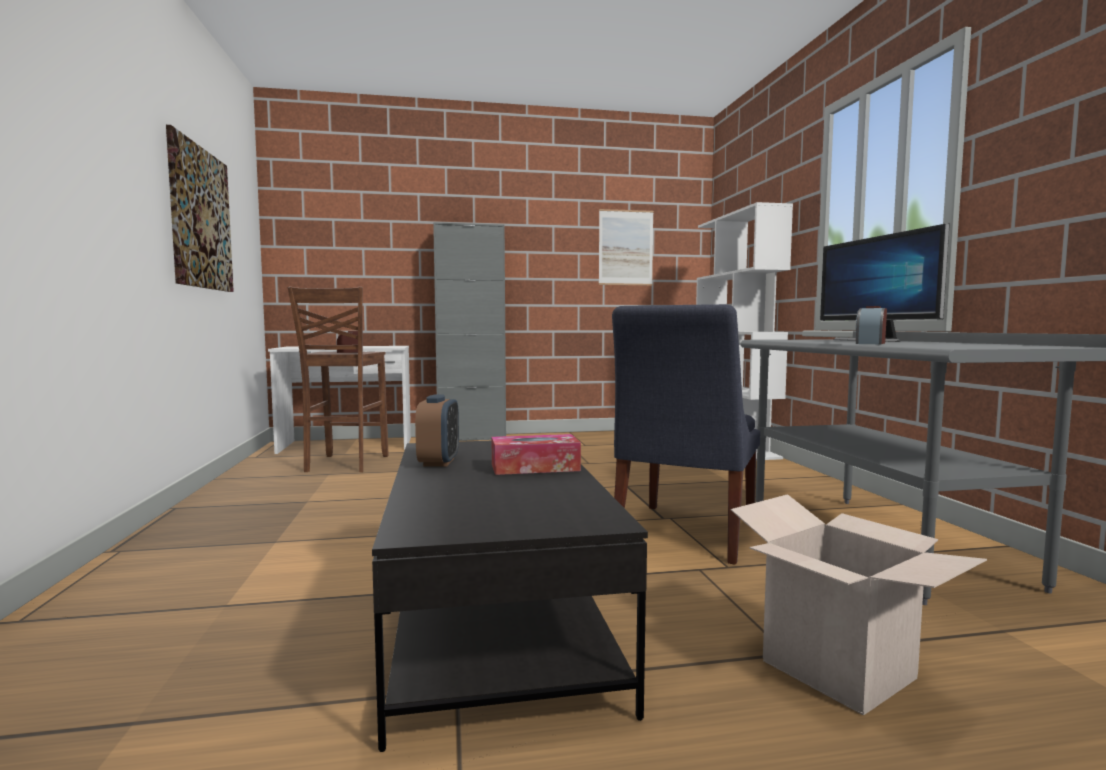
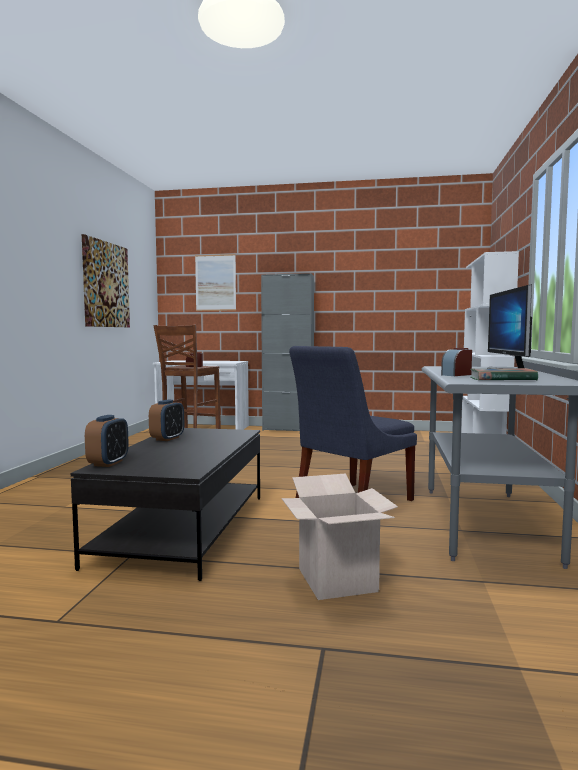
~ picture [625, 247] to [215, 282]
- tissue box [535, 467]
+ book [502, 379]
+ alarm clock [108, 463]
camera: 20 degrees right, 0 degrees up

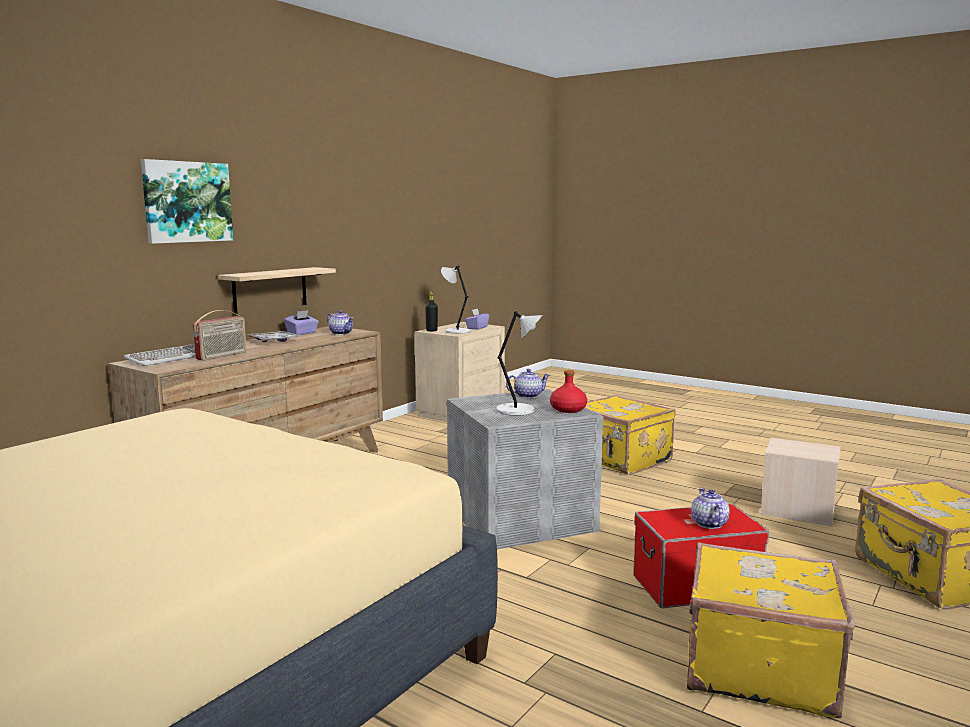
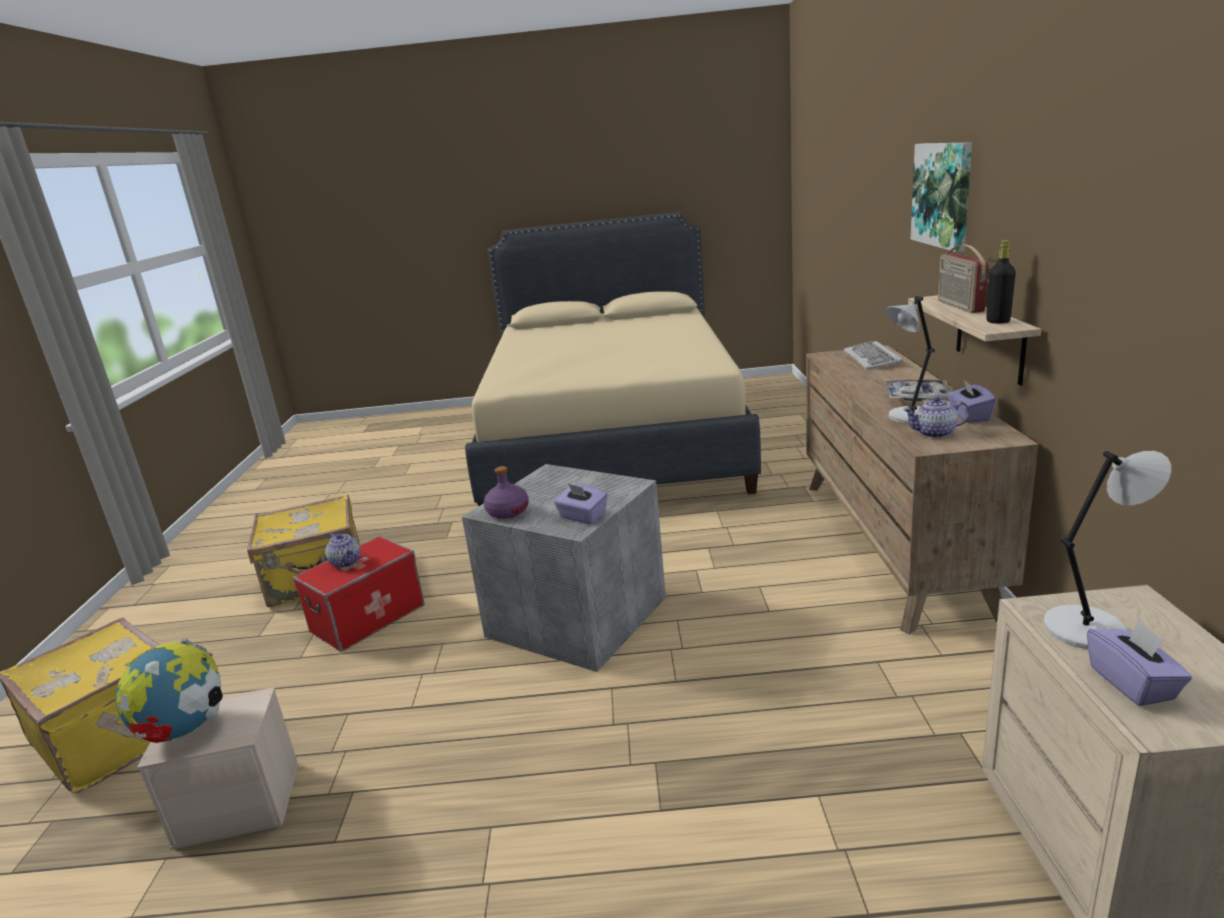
~ black bottle [431, 331] to [998, 321]
~ radio [222, 356] to [959, 306]
~ grey table lamp [517, 410] to [910, 417]
~ teapot [528, 395] to purple tissue box [582, 517]
~ red bottle [568, 409] to purple bottle [507, 512]
- yellow suitcase [620, 459]
+ globe [185, 730]
camera: 145 degrees right, 10 degrees up

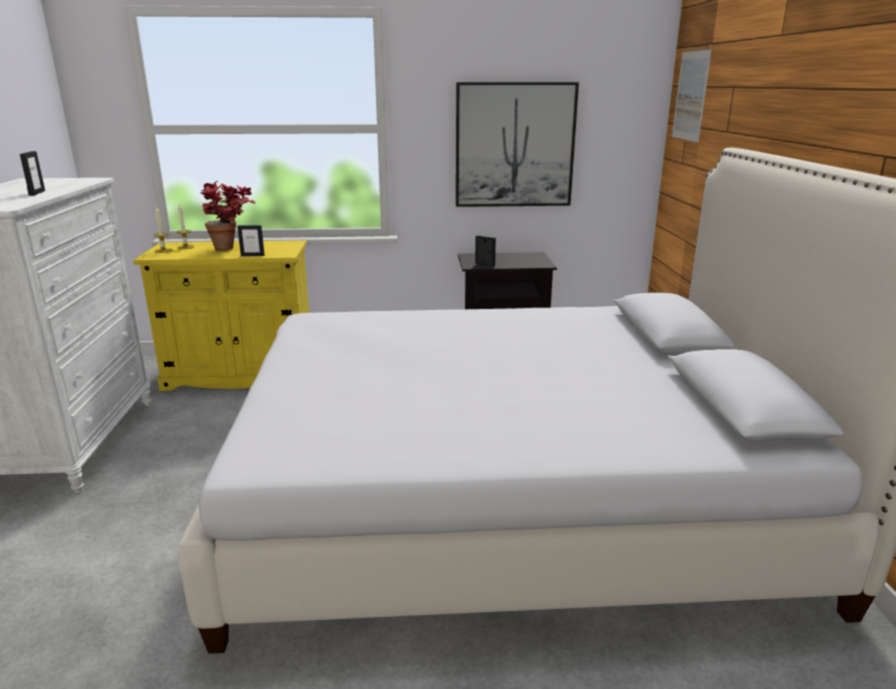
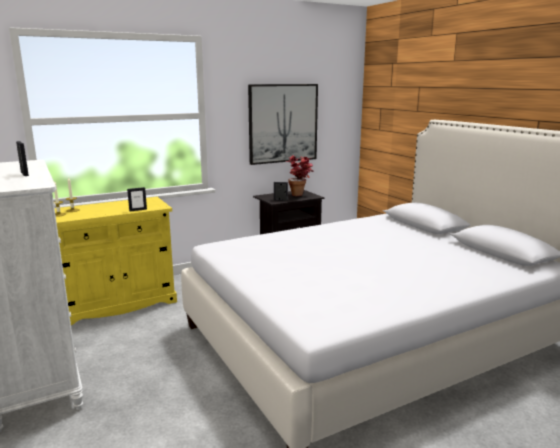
- picture [691, 96]
~ potted plant [231, 248] to [300, 194]
camera: 25 degrees left, 5 degrees down

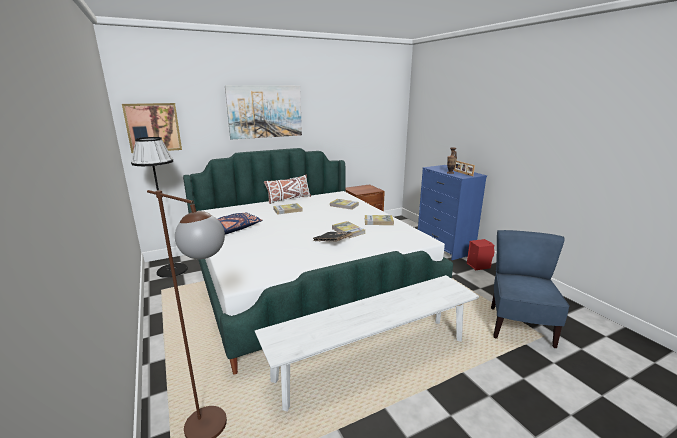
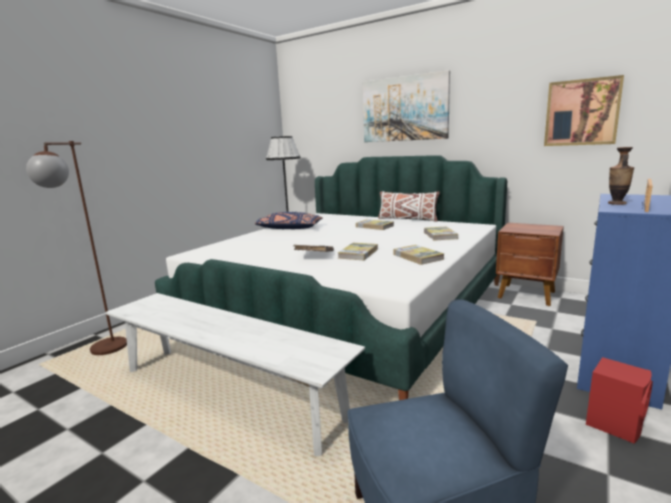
~ picture [153, 127] to [581, 112]
camera: 60 degrees right, 5 degrees down

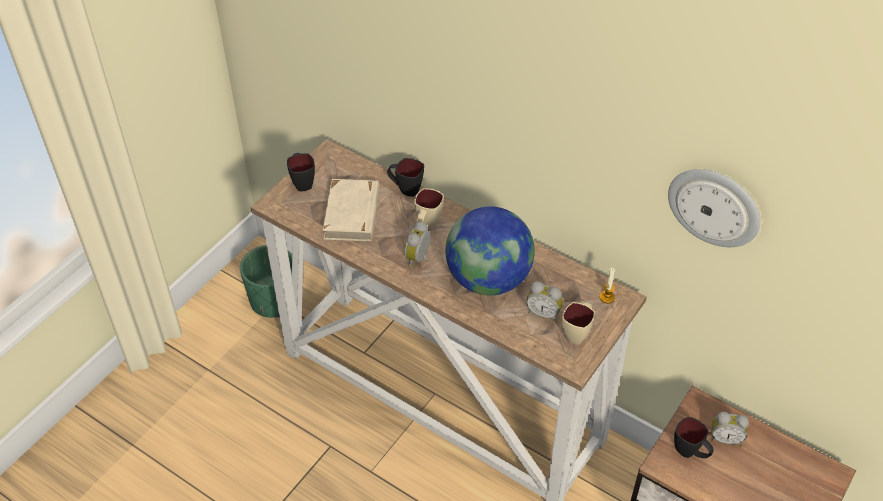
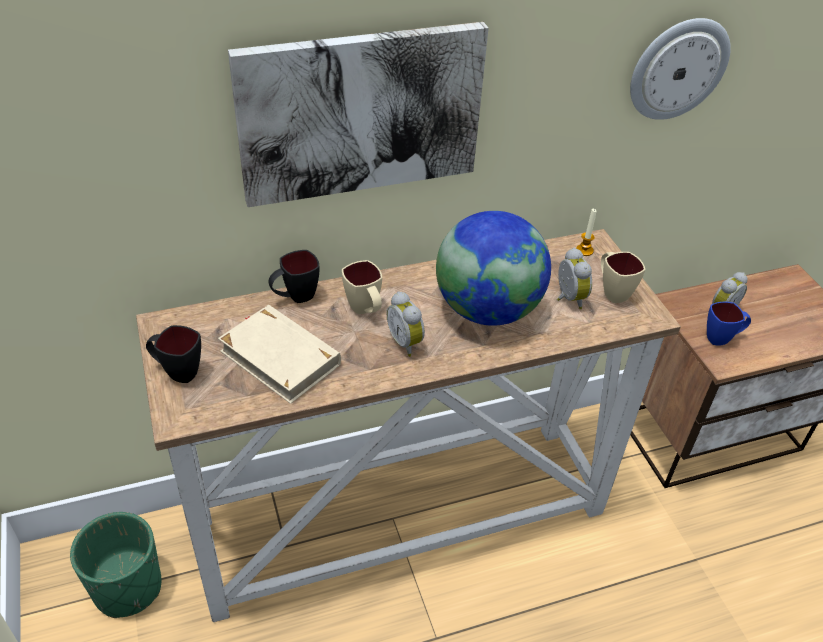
~ alarm clock [543, 313] = [567, 298] 75 degrees counterclockwise
~ black mug [690, 453] to blue mug [722, 338]
+ picture [360, 113]
camera: 55 degrees left, 5 degrees down

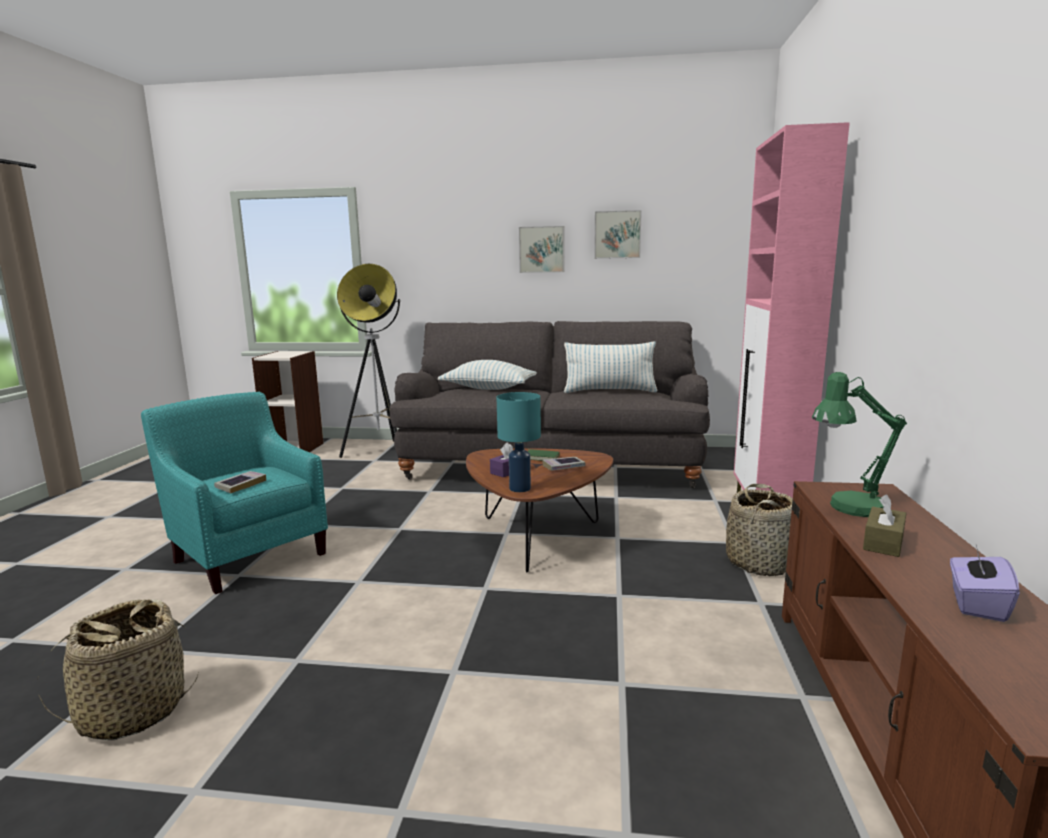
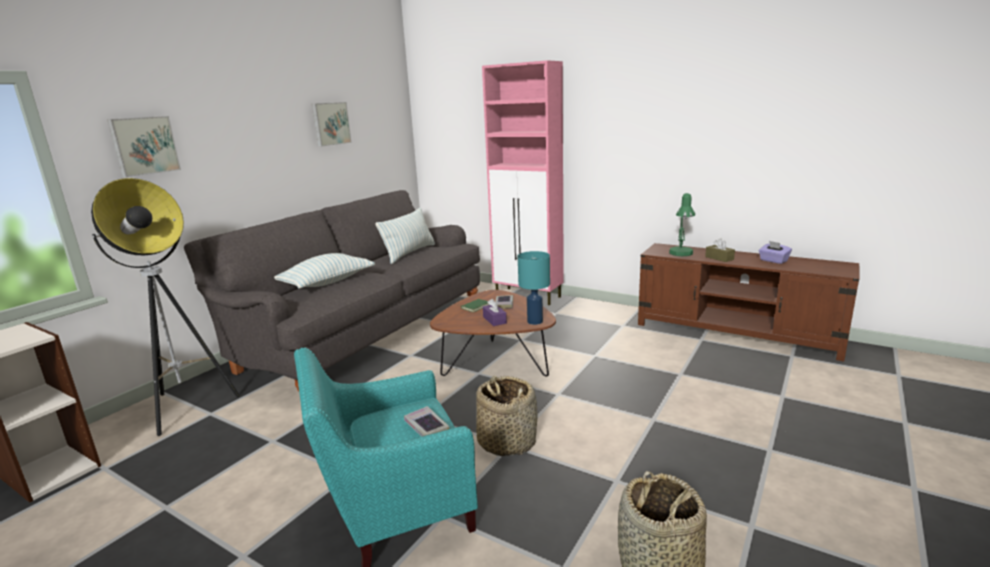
~ picture [541, 249] to [144, 145]
~ basket [759, 563] to [506, 441]
camera: 65 degrees left, 5 degrees up

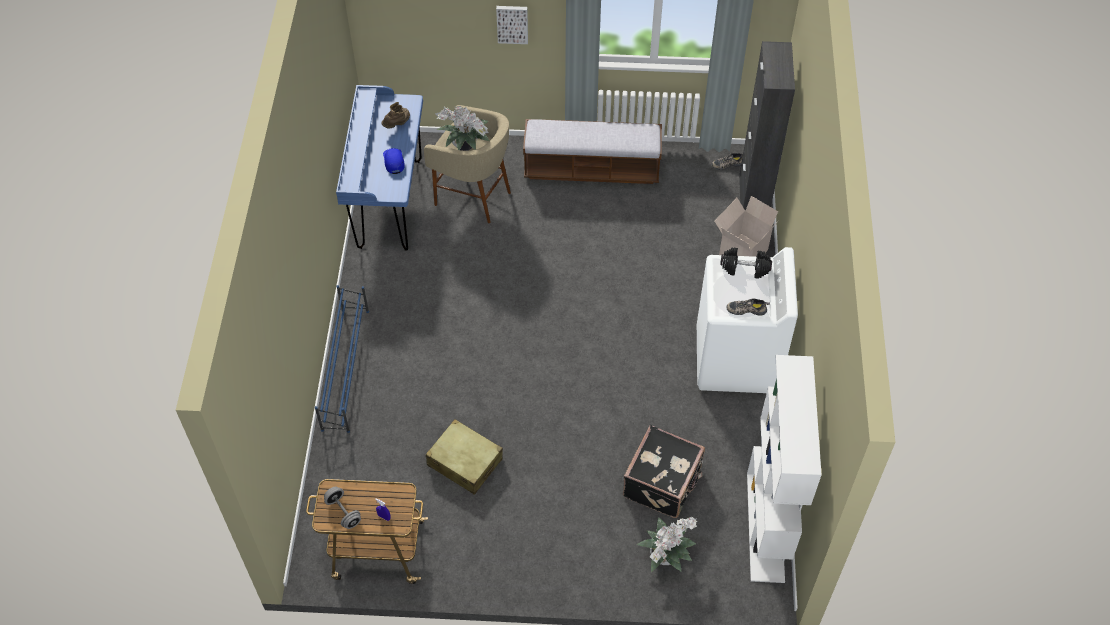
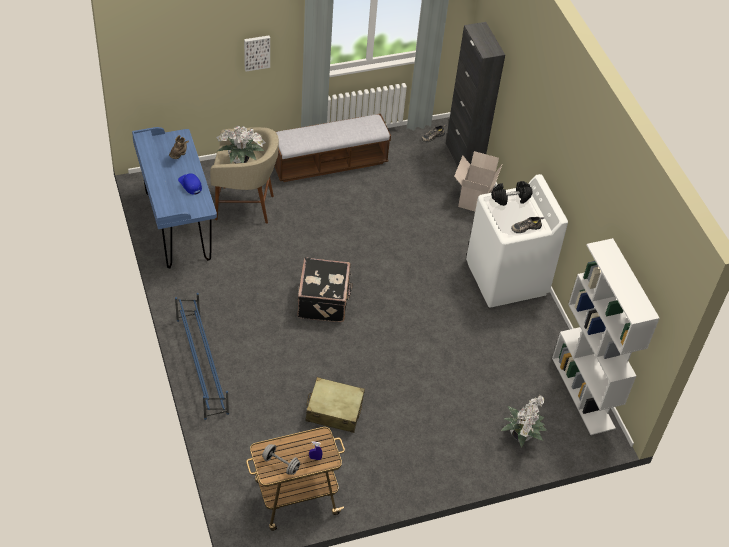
~ black suitcase [663, 483] to [324, 301]
camera: 25 degrees left, 5 degrees down

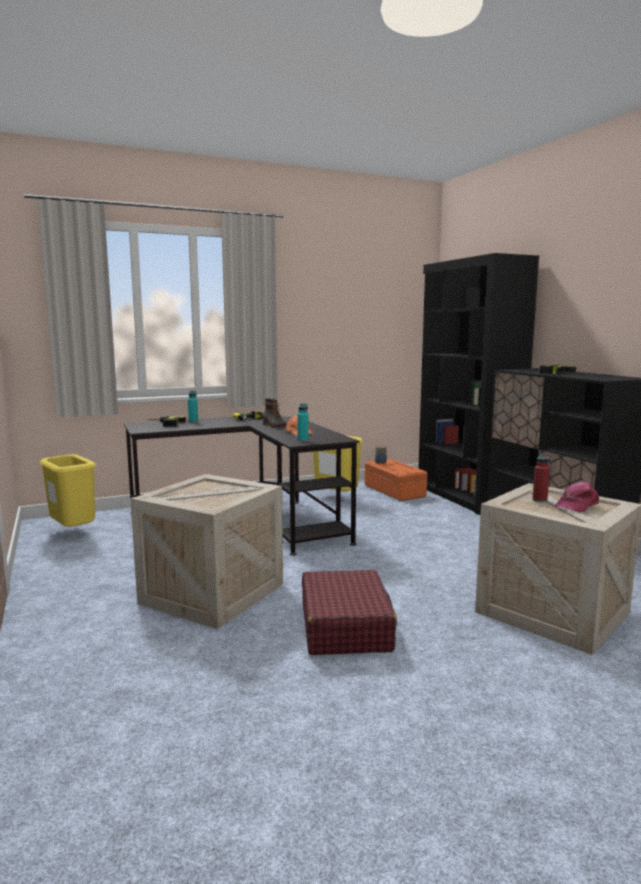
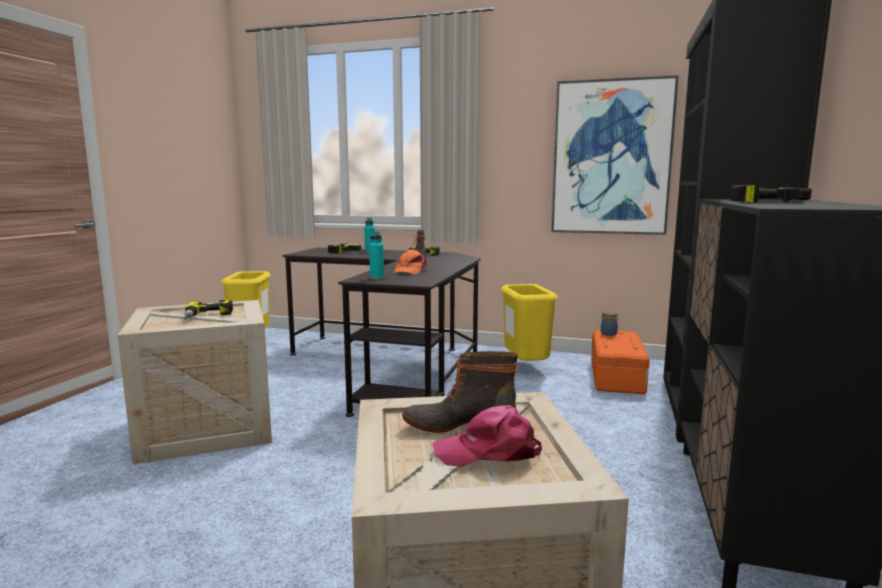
~ red bottle [539, 500] to boot [459, 423]
- red suitcase [345, 626]
+ picture [611, 158]
+ power drill [207, 316]
camera: 40 degrees right, 0 degrees up

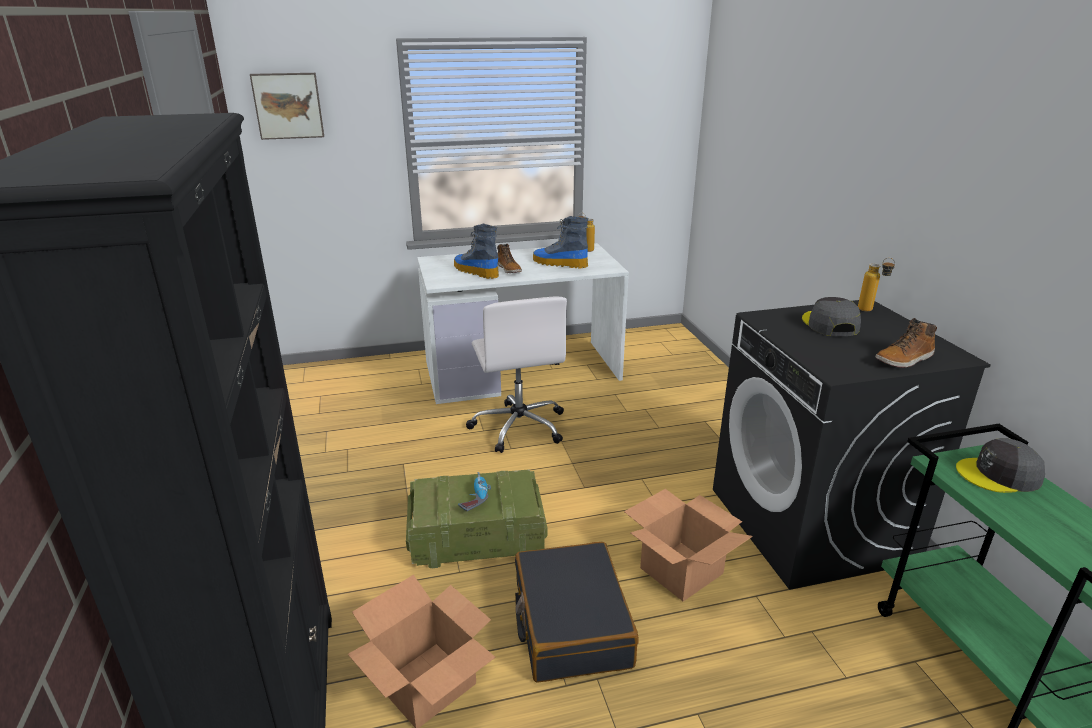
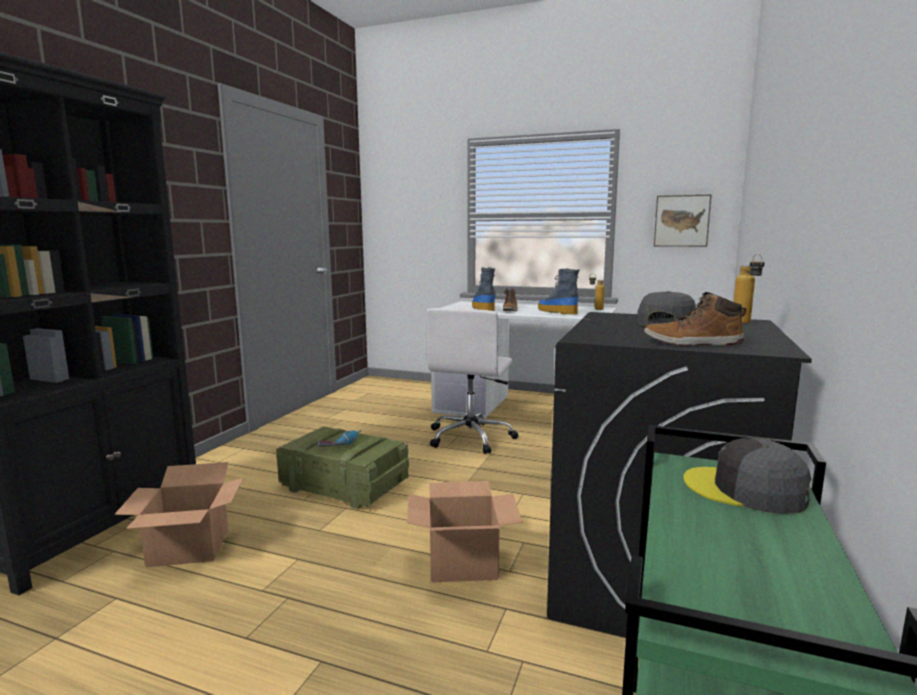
~ picture [288, 105] to [681, 221]
- black suitcase [570, 624]
camera: 35 degrees right, 15 degrees down

